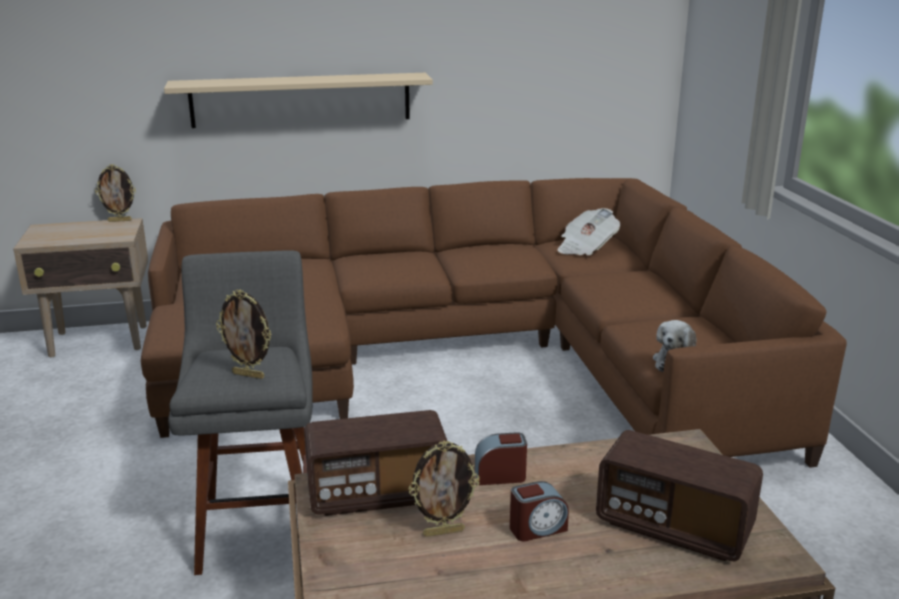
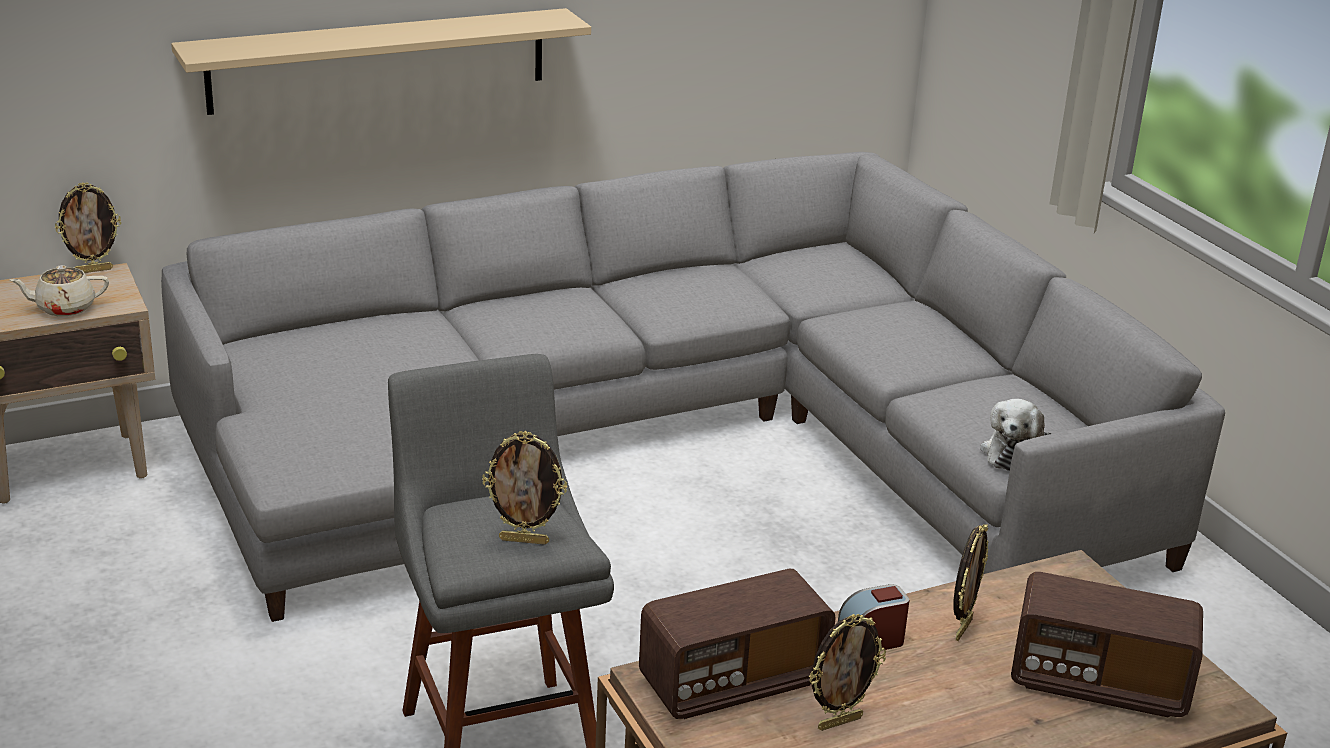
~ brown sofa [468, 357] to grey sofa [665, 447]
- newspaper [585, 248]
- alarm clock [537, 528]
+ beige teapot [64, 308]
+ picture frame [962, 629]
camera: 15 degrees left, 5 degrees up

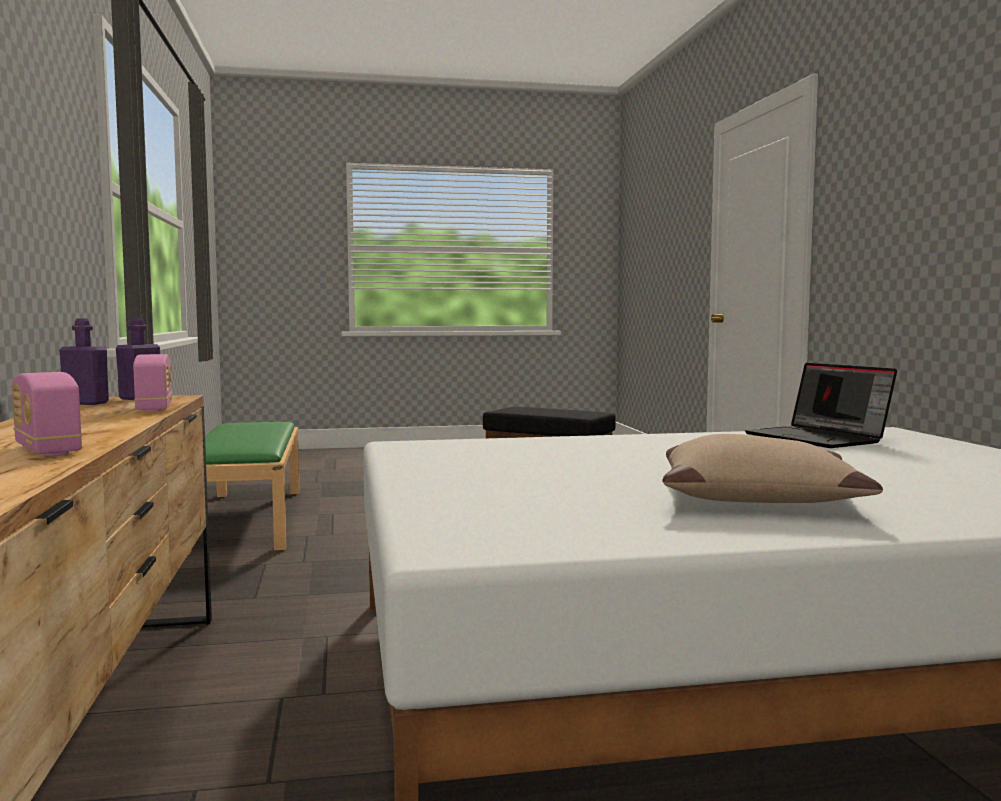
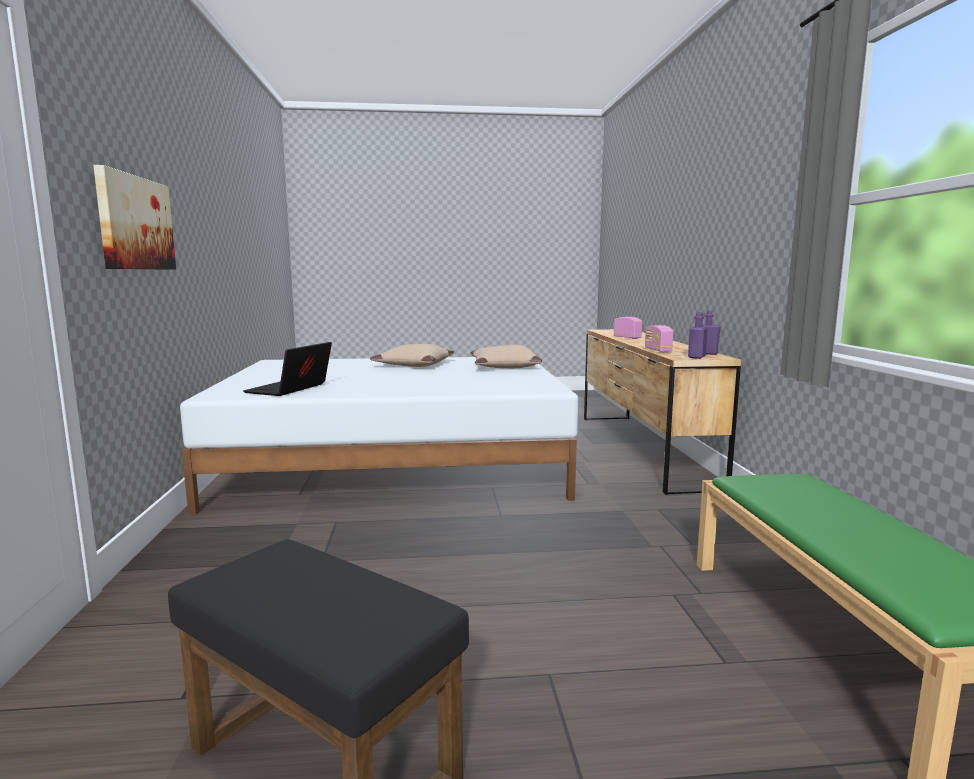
~ laptop [819, 438] = [289, 389] 135 degrees counterclockwise
+ picture [135, 223]
+ beige pillow [505, 367]
camera: 175 degrees left, 5 degrees up

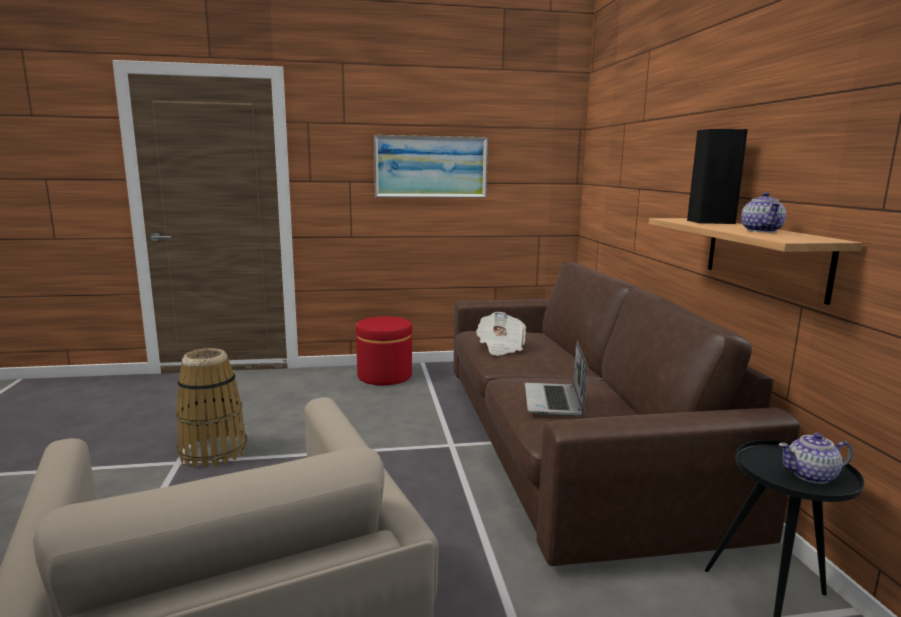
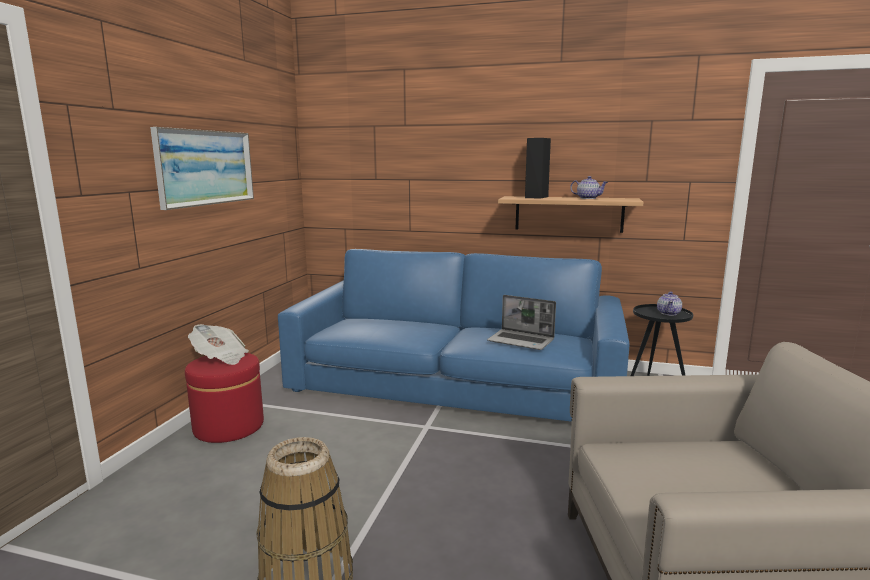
~ brown sofa [566, 438] to blue sofa [455, 383]
~ newspaper [500, 347] to [220, 358]
camera: 65 degrees left, 0 degrees up

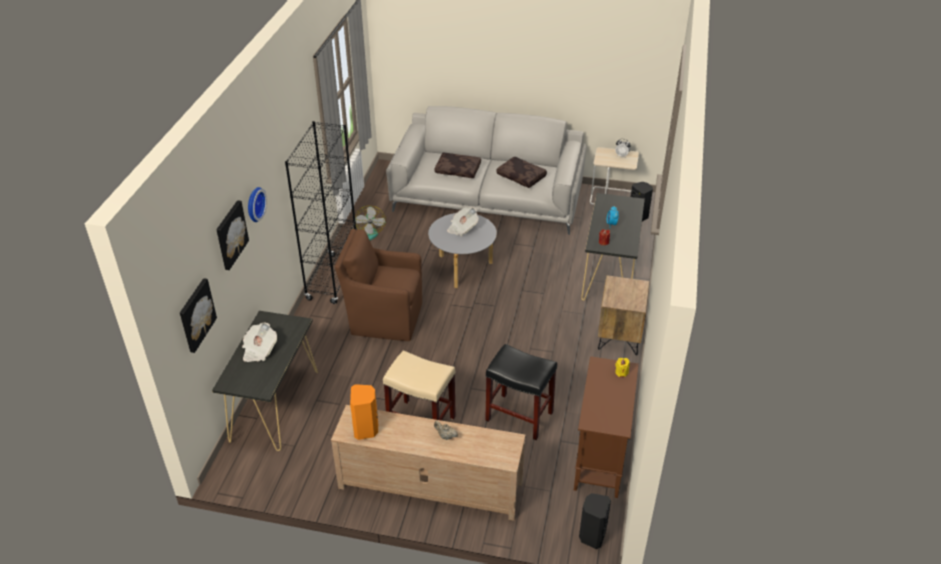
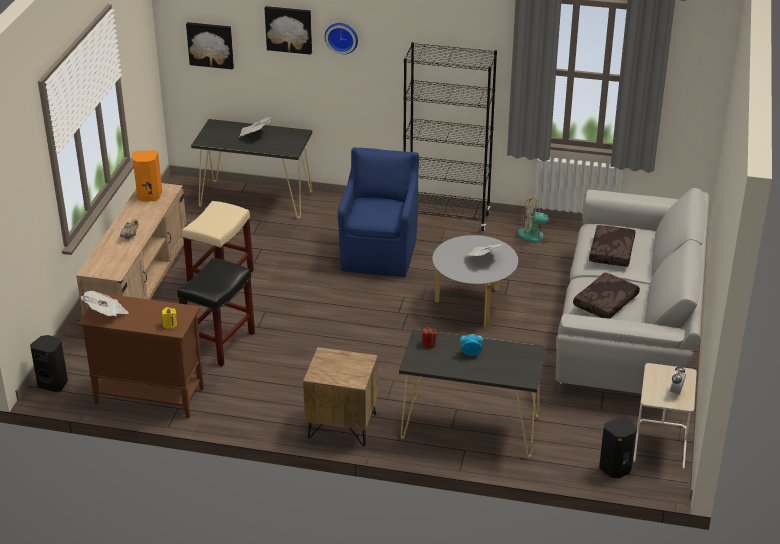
~ brown armchair [384, 318] to blue armchair [379, 253]
+ newspaper [106, 313]
camera: 90 degrees right, 5 degrees down

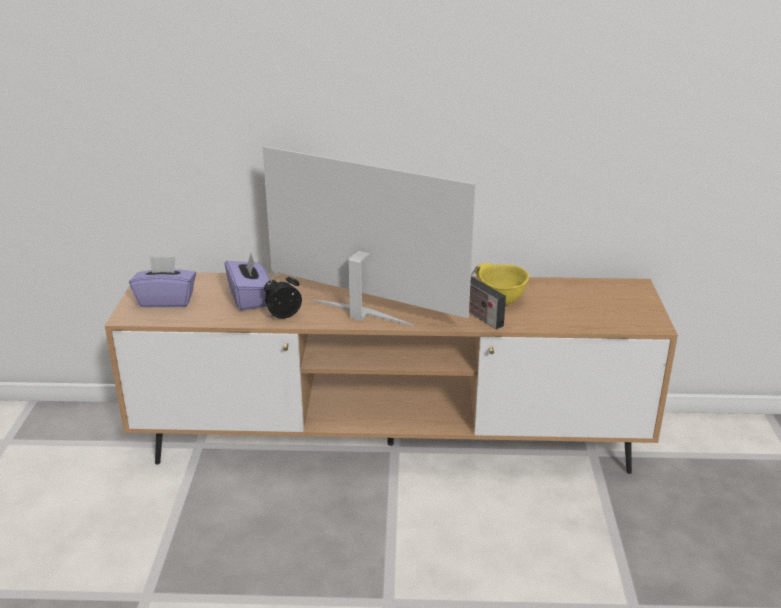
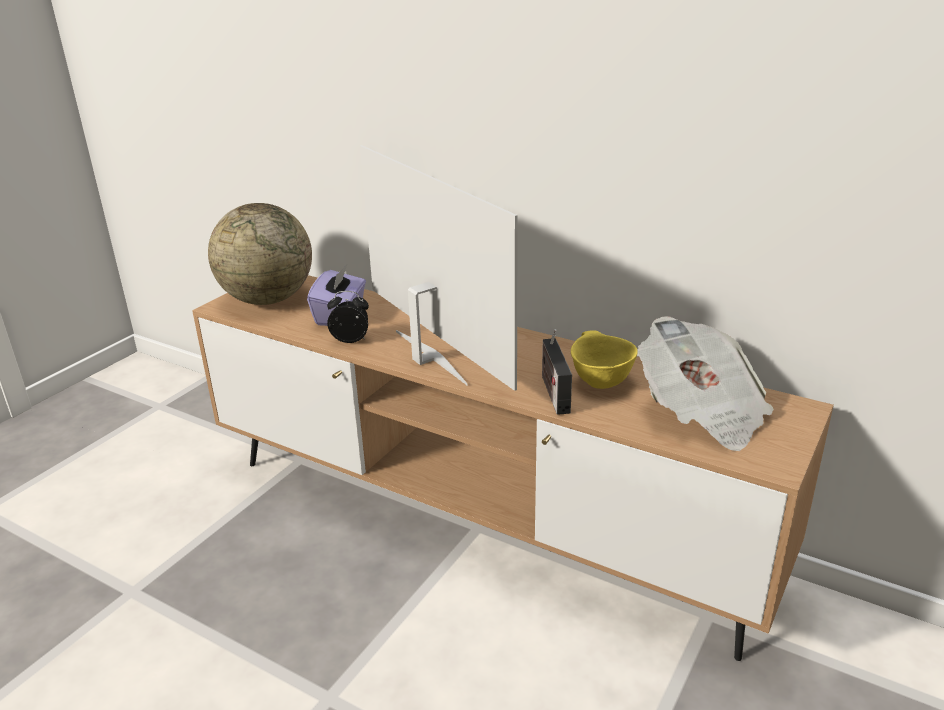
~ purple tissue box [166, 300] to globe [267, 299]
+ newspaper [702, 412]
camera: 30 degrees right, 0 degrees up

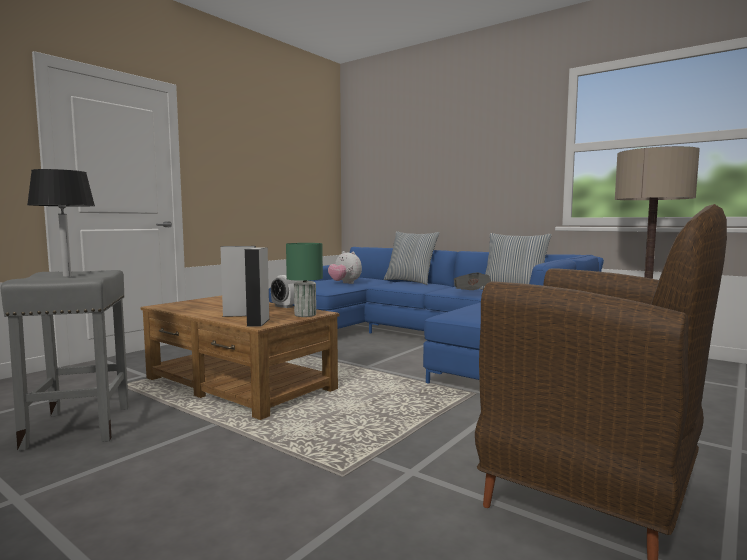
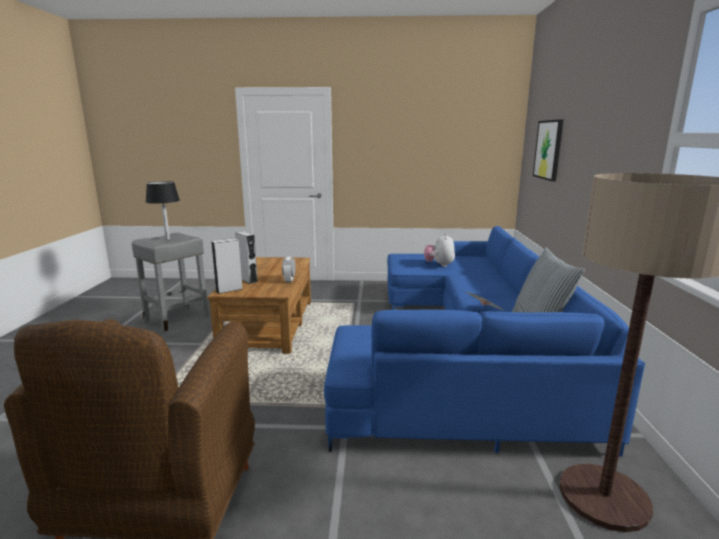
- pillow [410, 281]
- green table lamp [306, 315]
+ picture [548, 149]
camera: 55 degrees right, 10 degrees up

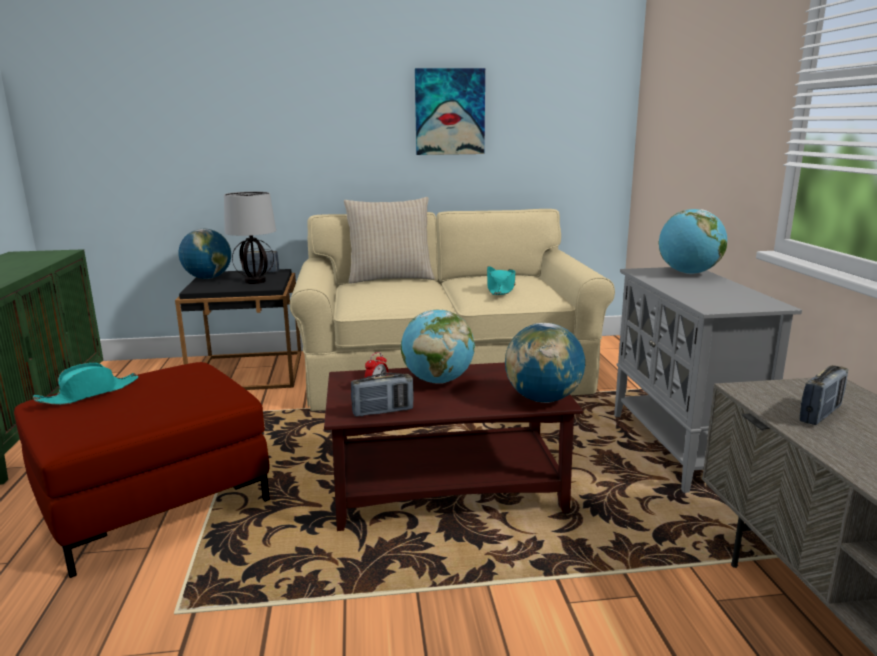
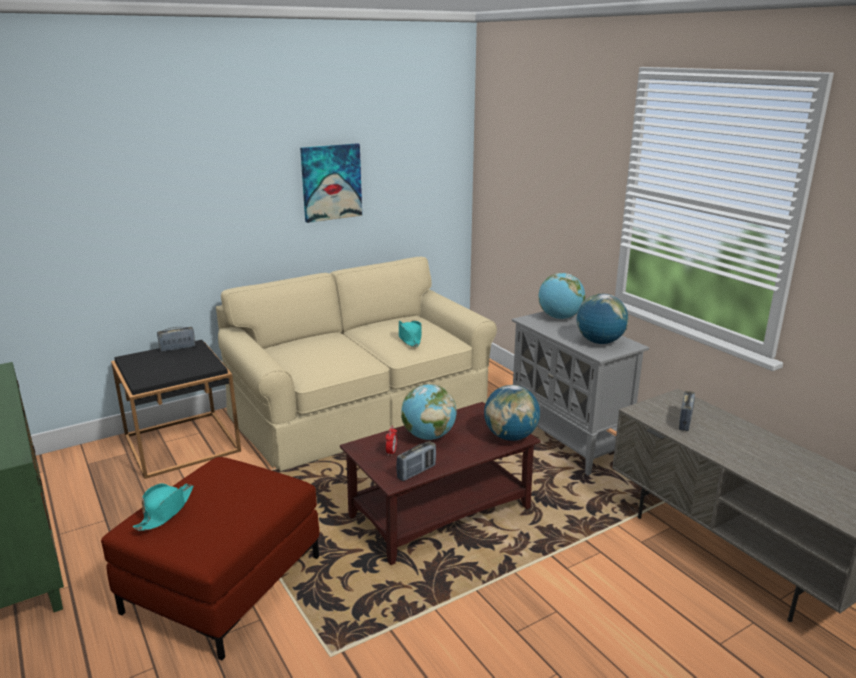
- table lamp [256, 281]
- beige pillow [390, 278]
~ globe [208, 278] to [599, 342]
camera: 25 degrees left, 5 degrees up

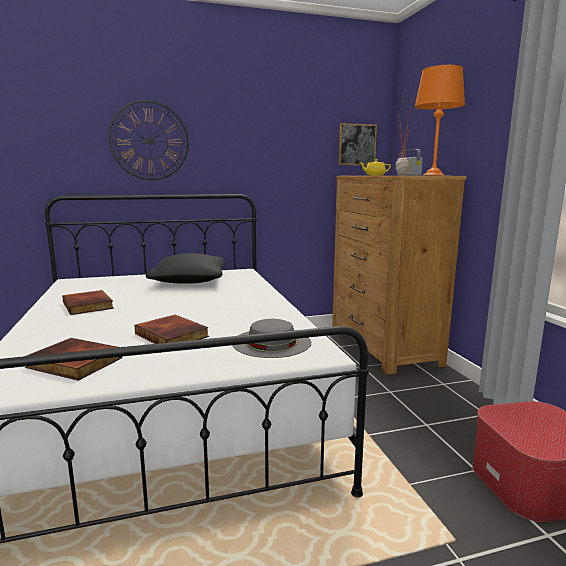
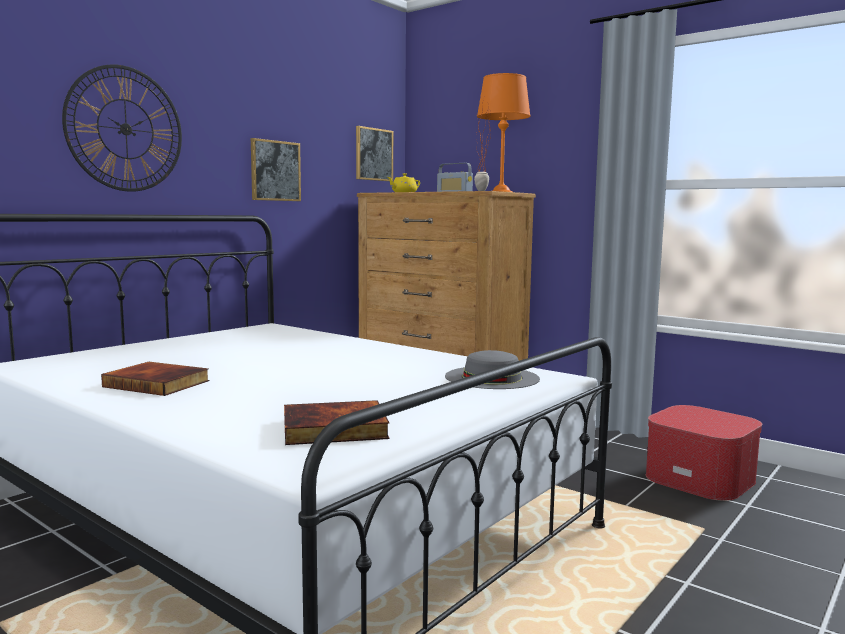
- black pillow [189, 281]
- book [173, 335]
+ picture [275, 171]
camera: 35 degrees left, 5 degrees down

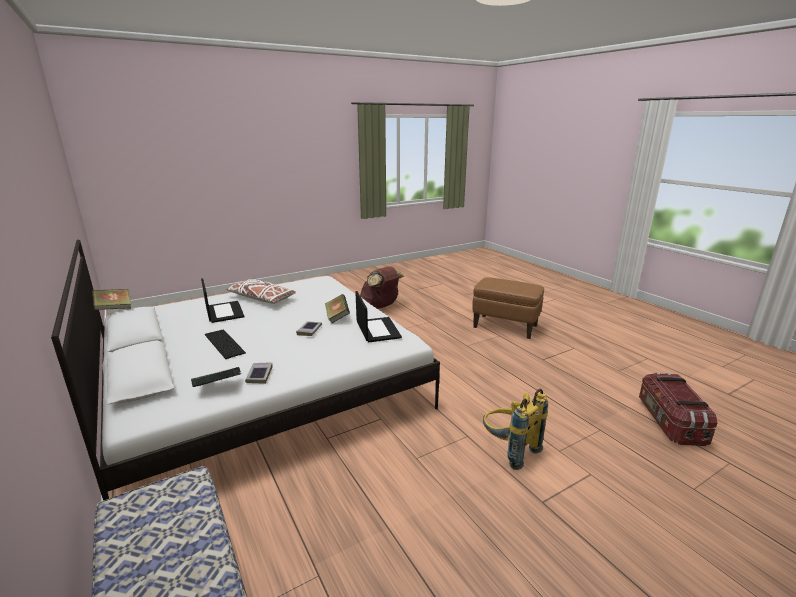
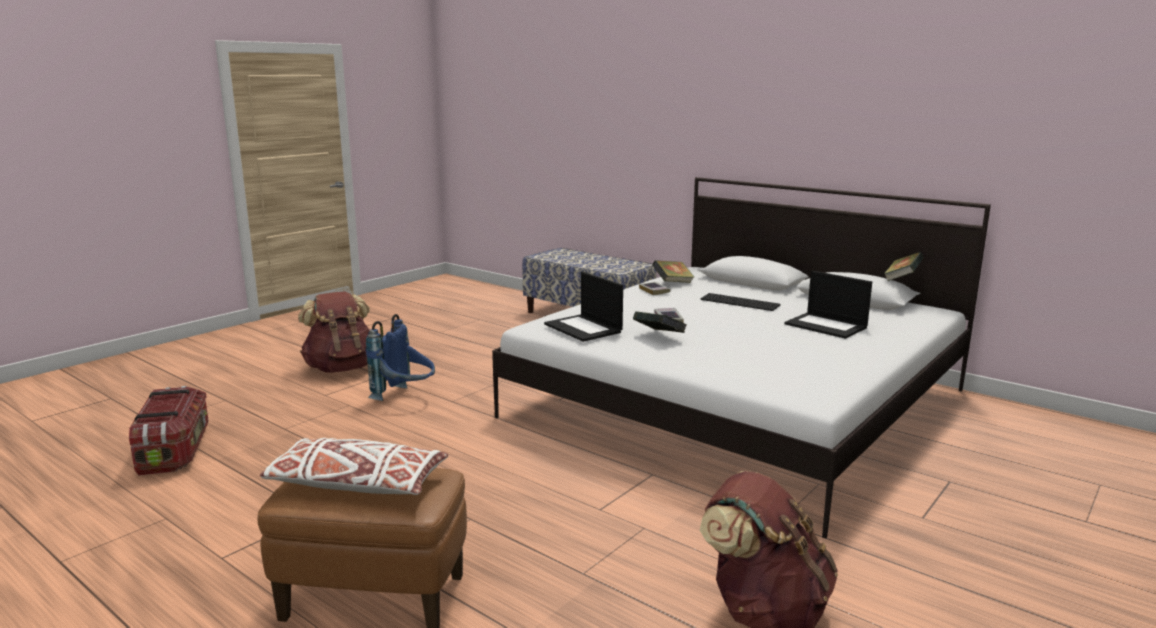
~ white pillow [262, 298] to [356, 484]
~ yellow backpack [509, 450] to blue backpack [406, 398]
+ brown backpack [342, 368]
camera: 160 degrees right, 5 degrees down

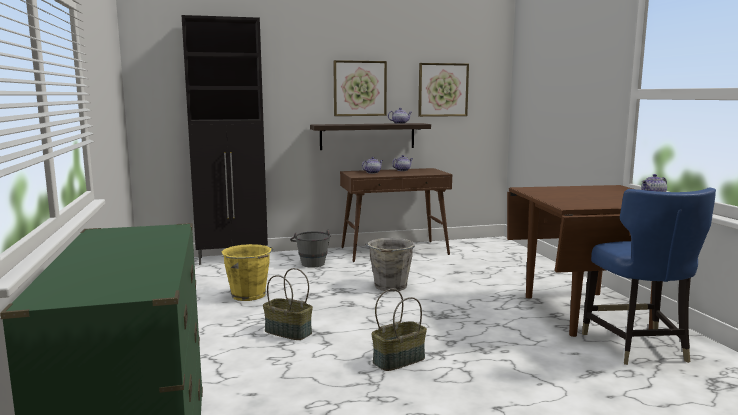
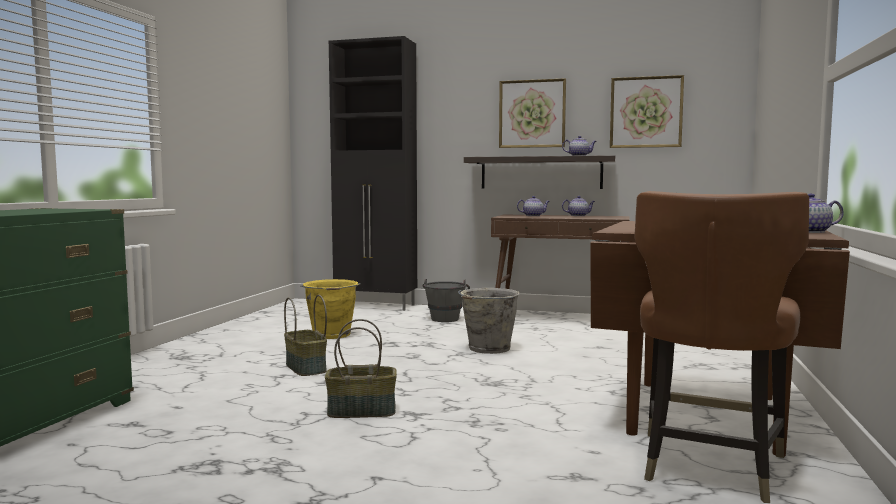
~ blue chair [636, 346] to brown chair [708, 465]
camera: 30 degrees right, 5 degrees down

